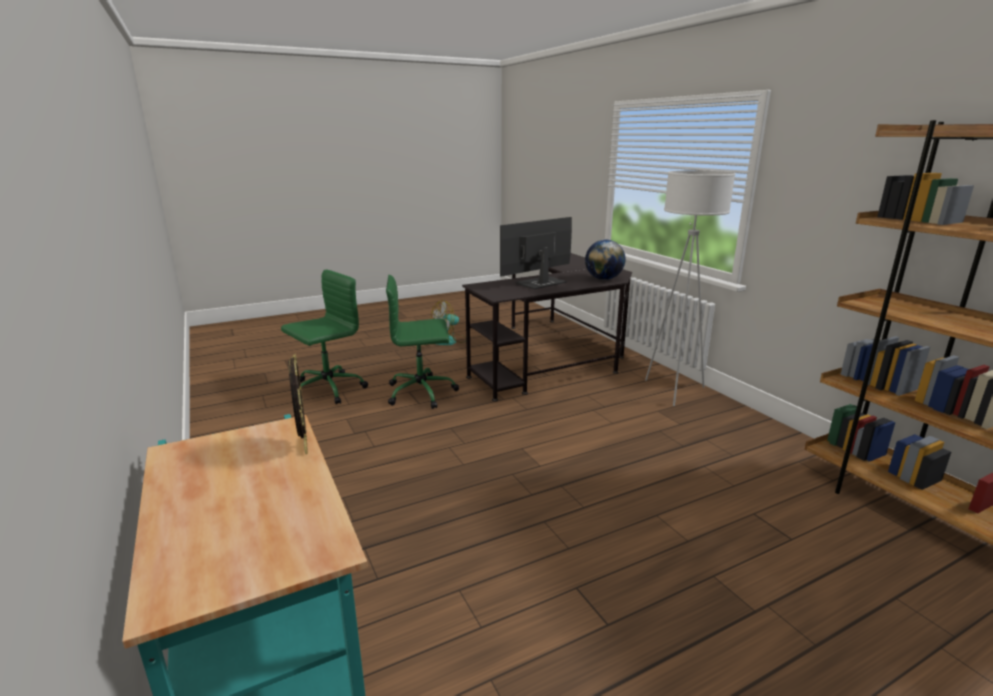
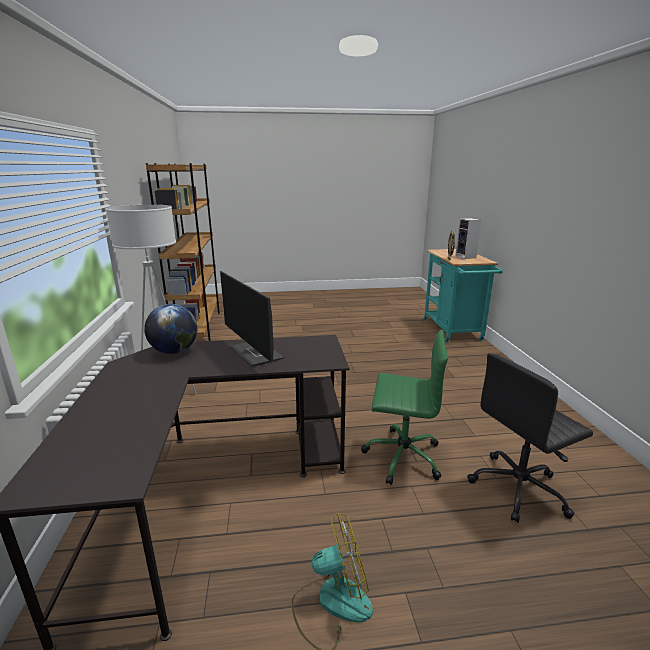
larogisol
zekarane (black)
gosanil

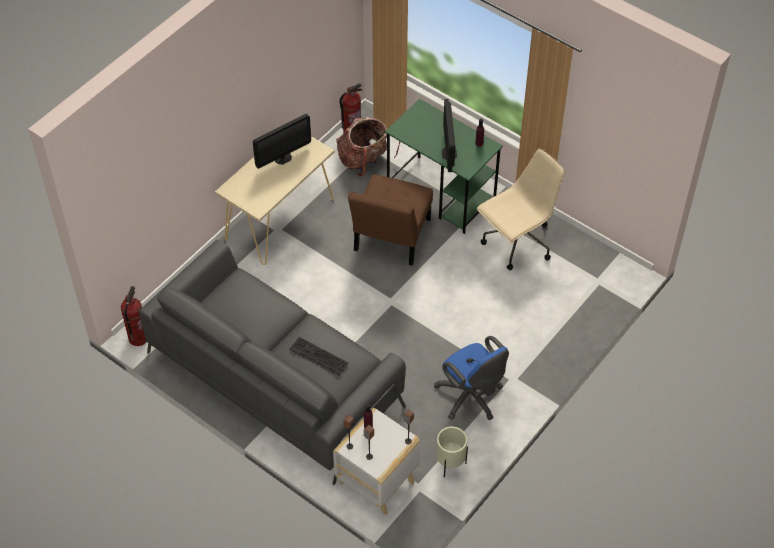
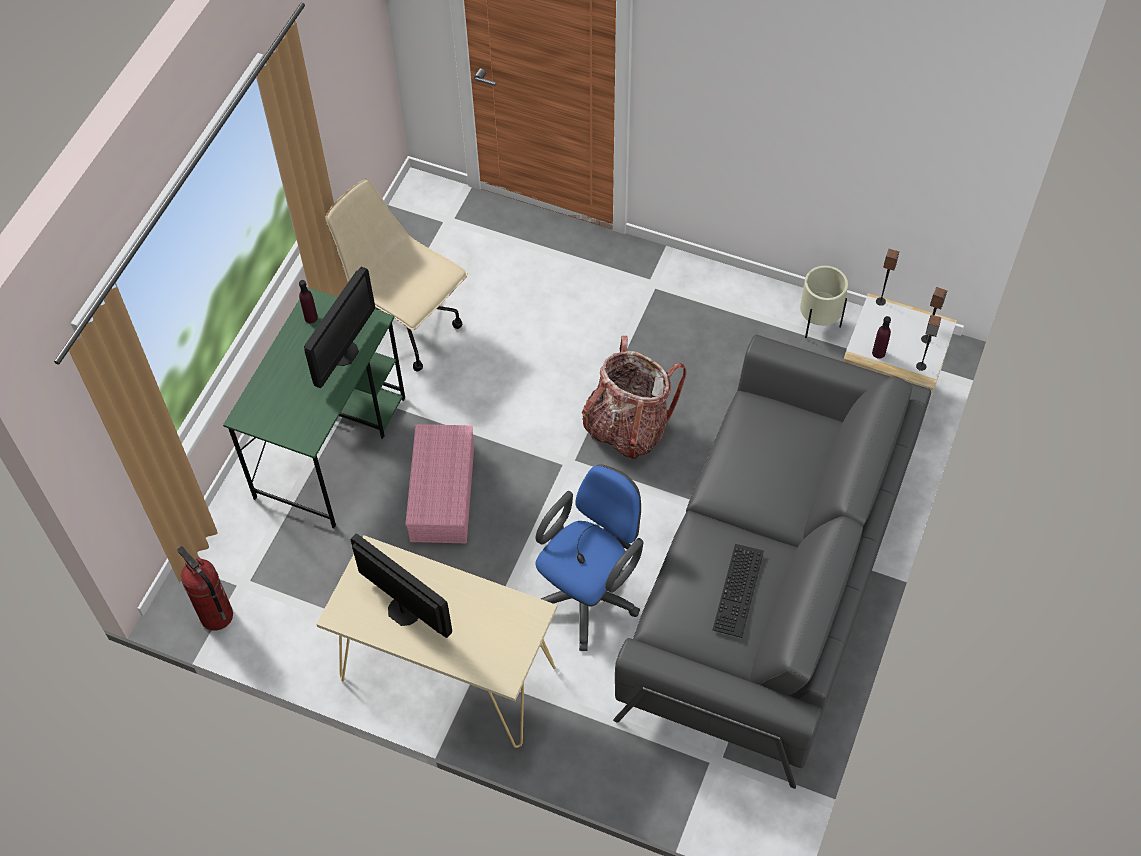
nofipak (no. 1 from left in the first image)
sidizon
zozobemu
zekarane (blue)
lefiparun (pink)
gosanil (no. 1 from left)

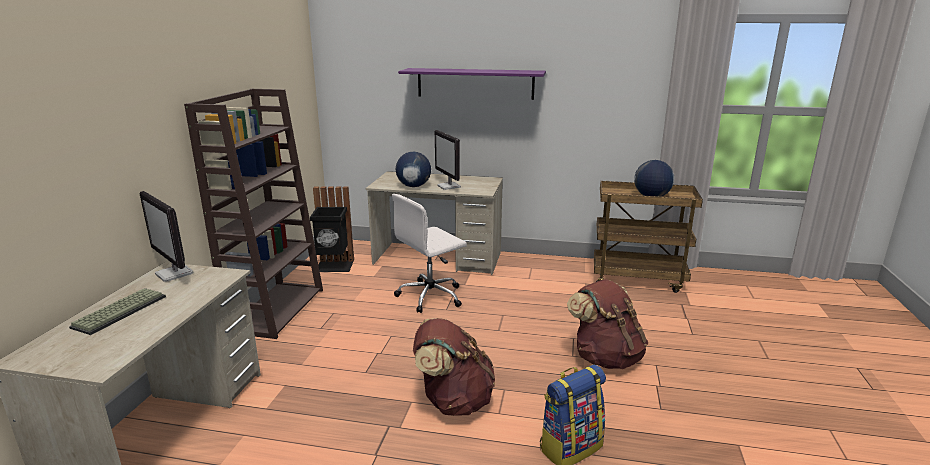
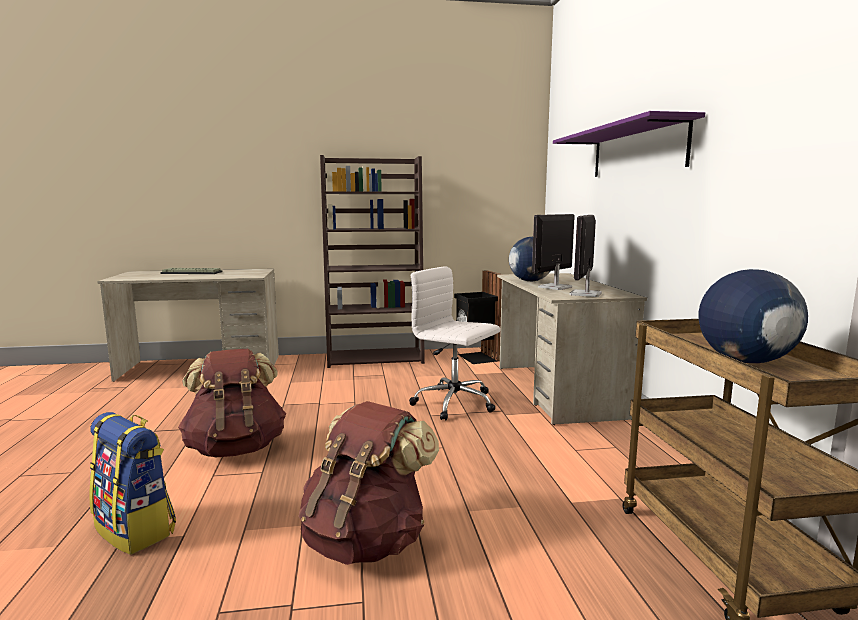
gosanil (no. 2 from left)

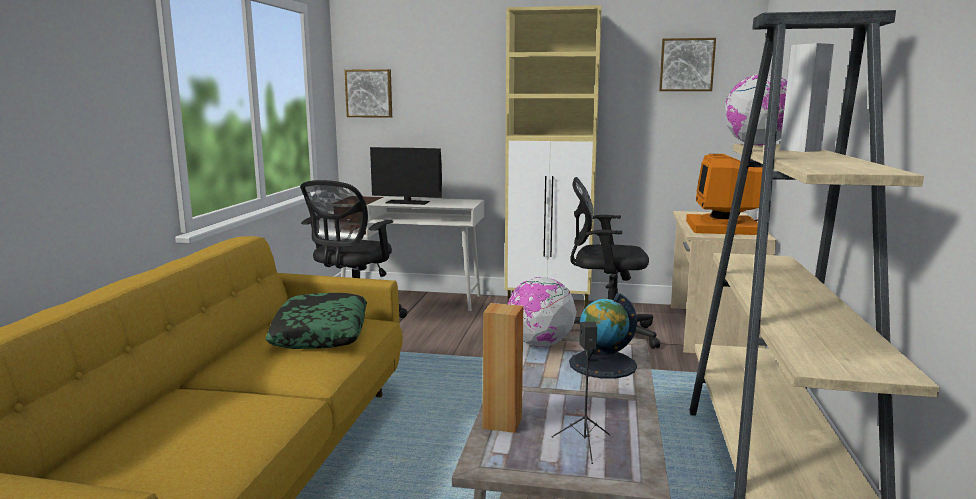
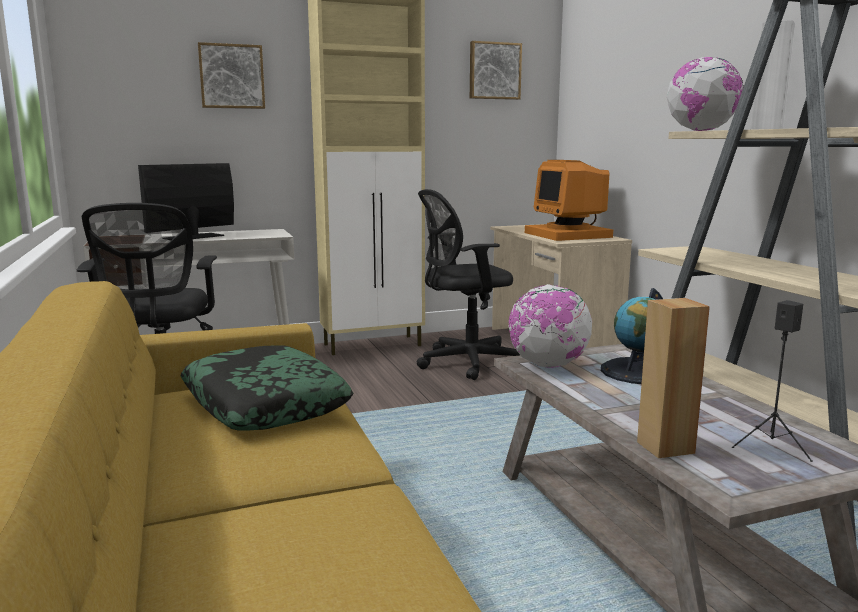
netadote (no. 1 from left)
gosanil (no. 1 from left)

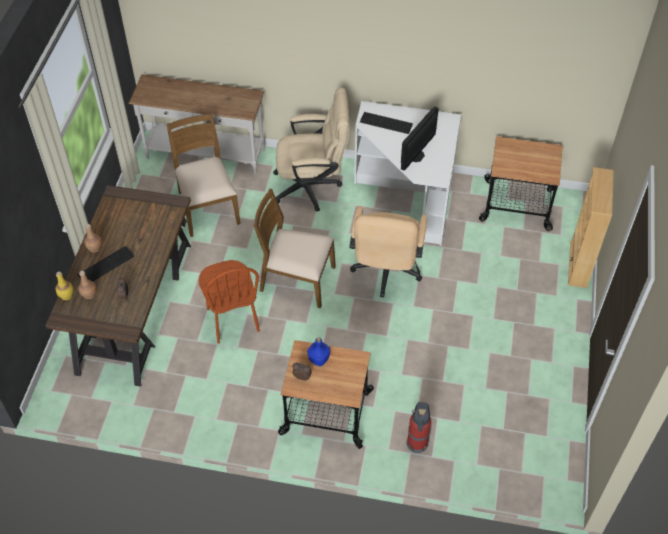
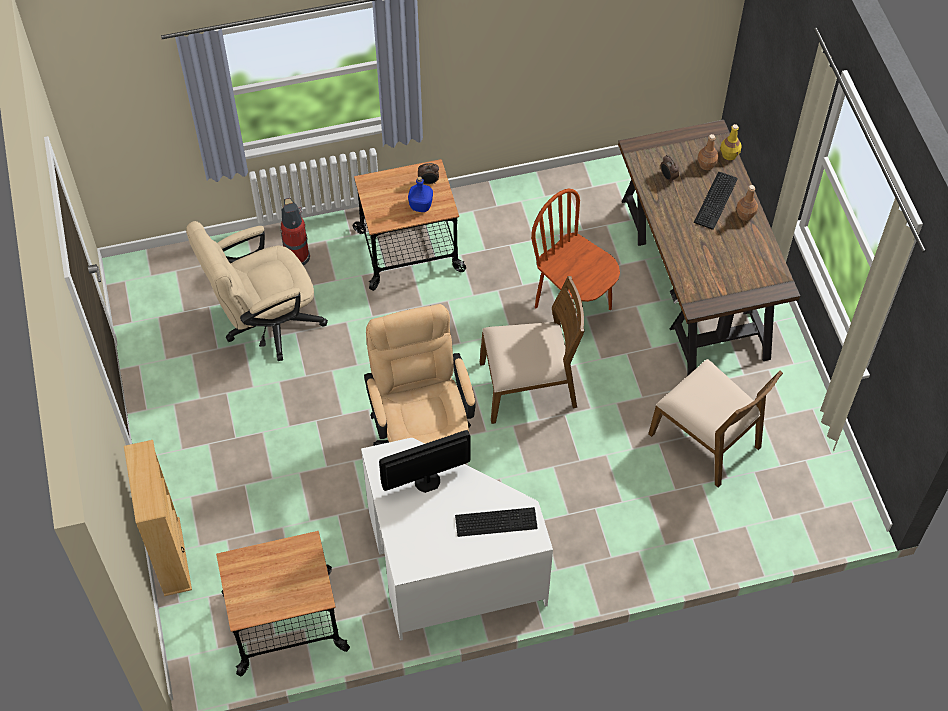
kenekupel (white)
zekarane (beige) (no. 1 from left)
gosanil

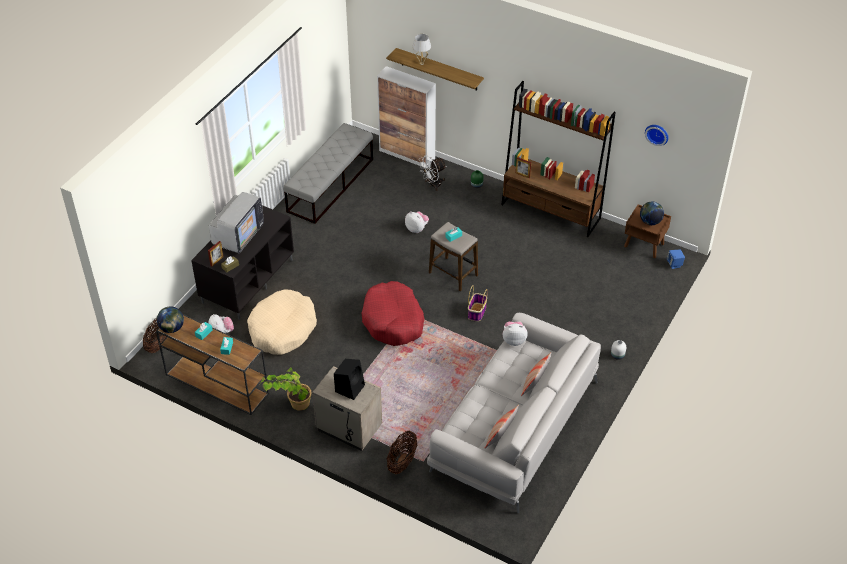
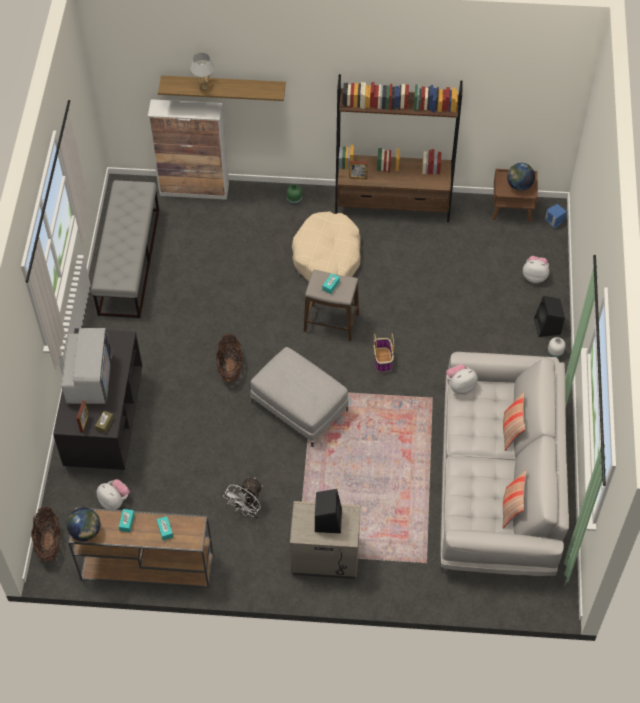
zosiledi
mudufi
larogisol (black) (no. 2 from left)
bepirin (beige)
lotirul (no. 2 from left)
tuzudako (no. 3 from left)
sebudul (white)
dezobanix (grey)

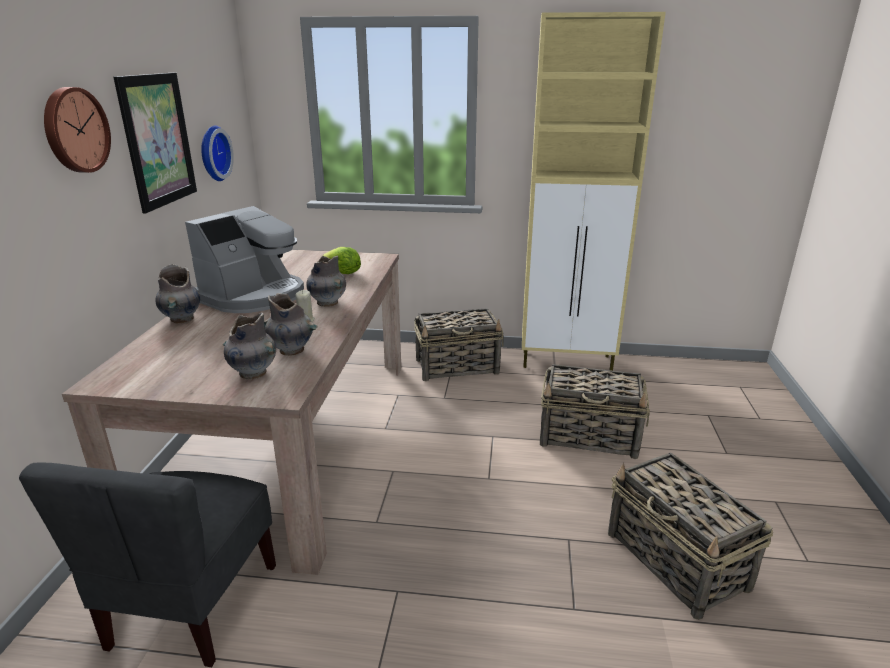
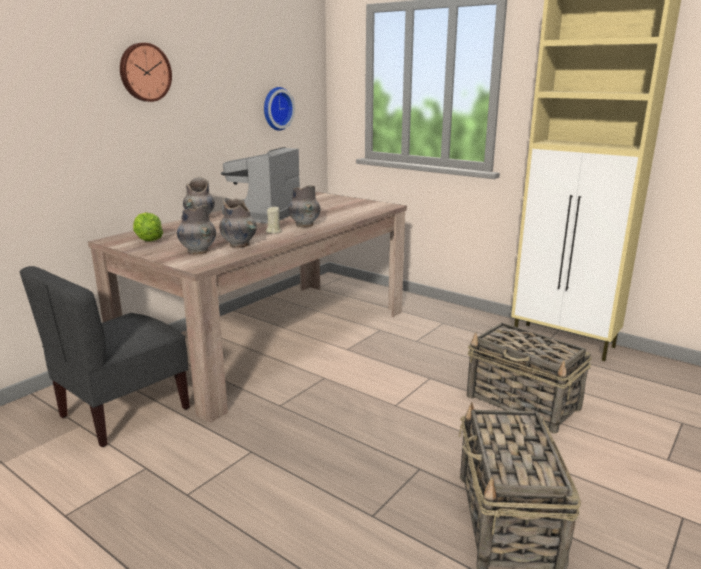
netadote
lotirul (no. 1 from left in the first image)
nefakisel
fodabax

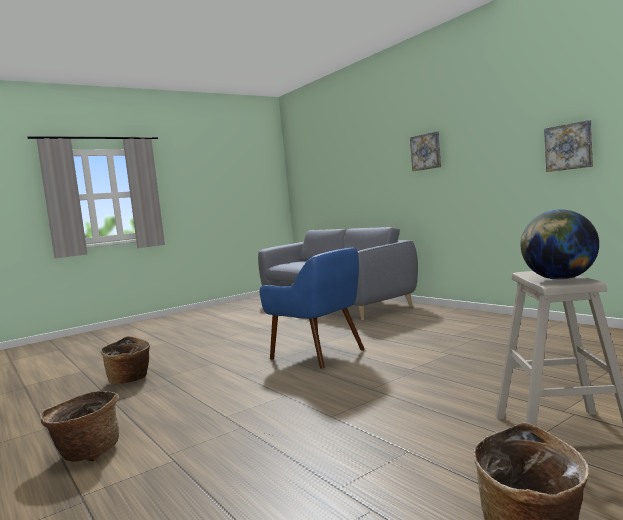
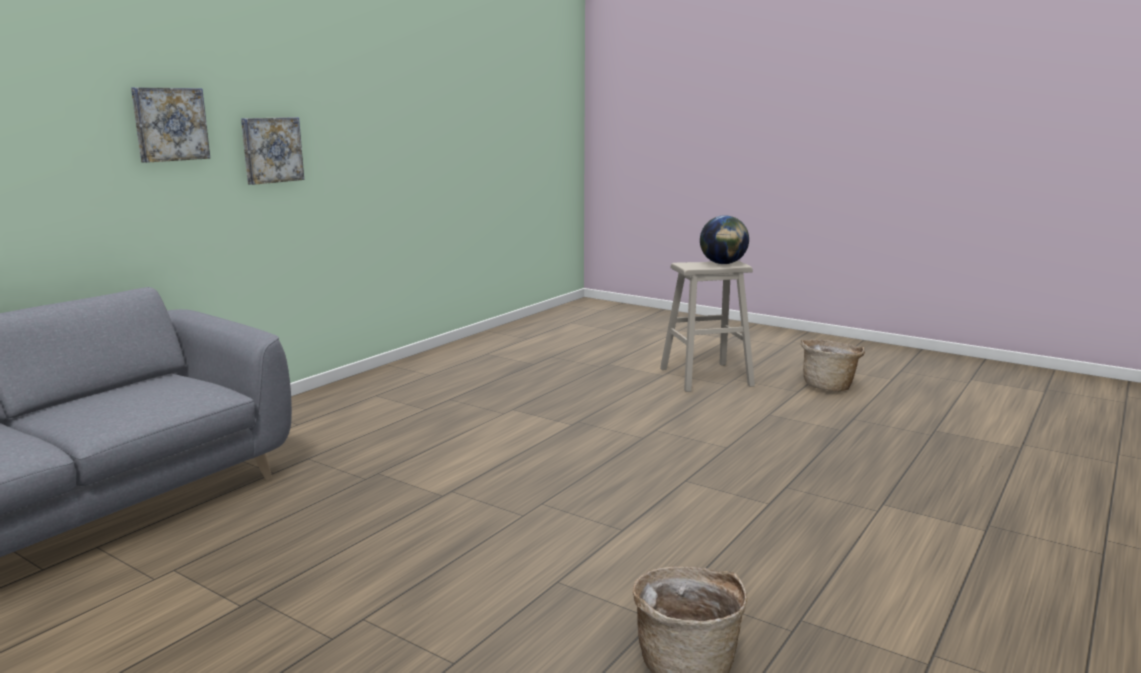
lotirul (no. 1 from left in the first image)
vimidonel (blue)
netadote (no. 2 from left)

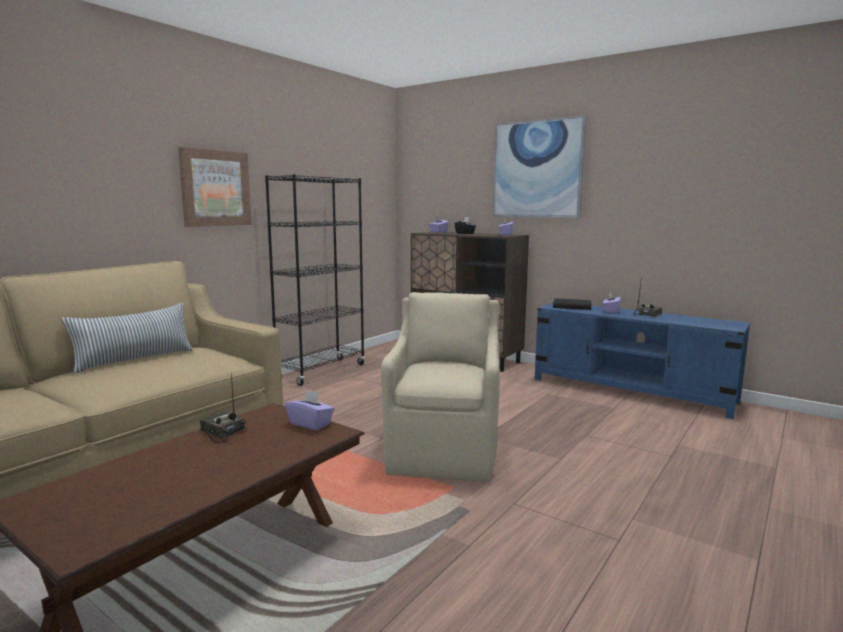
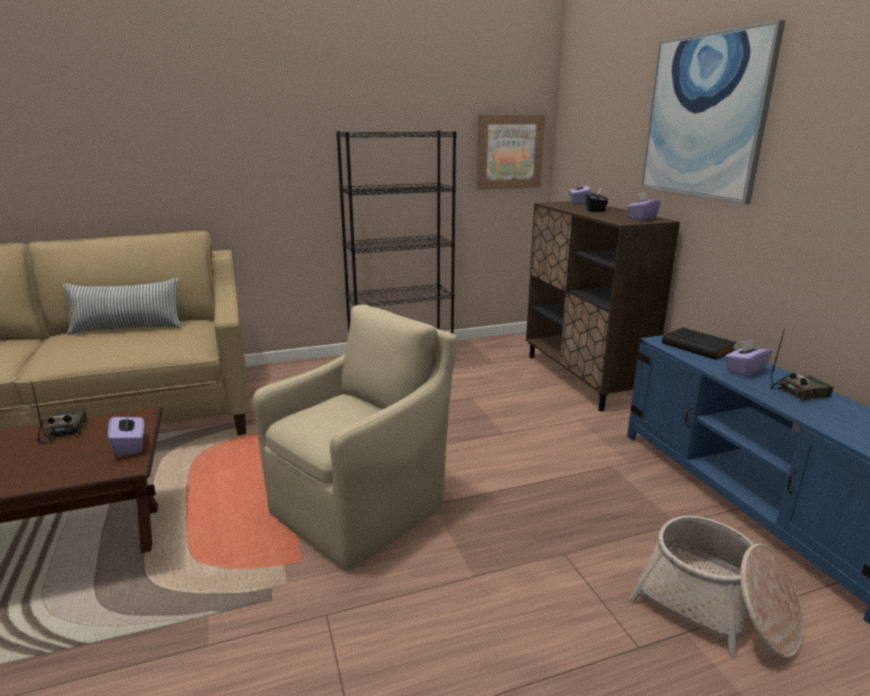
lotirul
netadote (no. 1 from left)

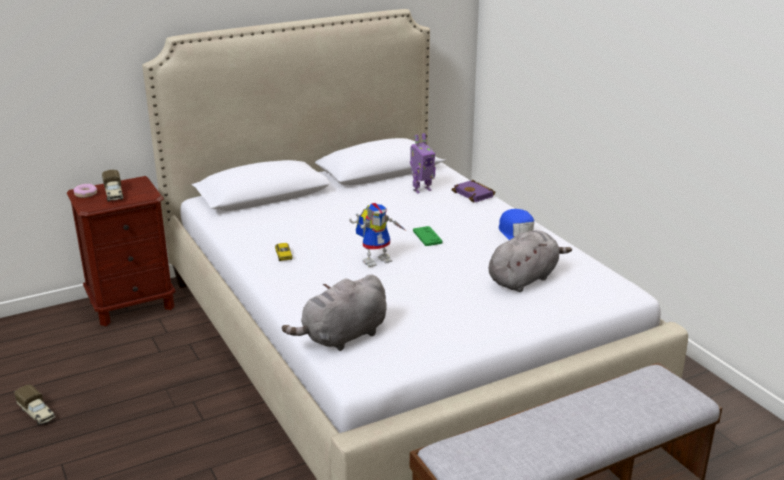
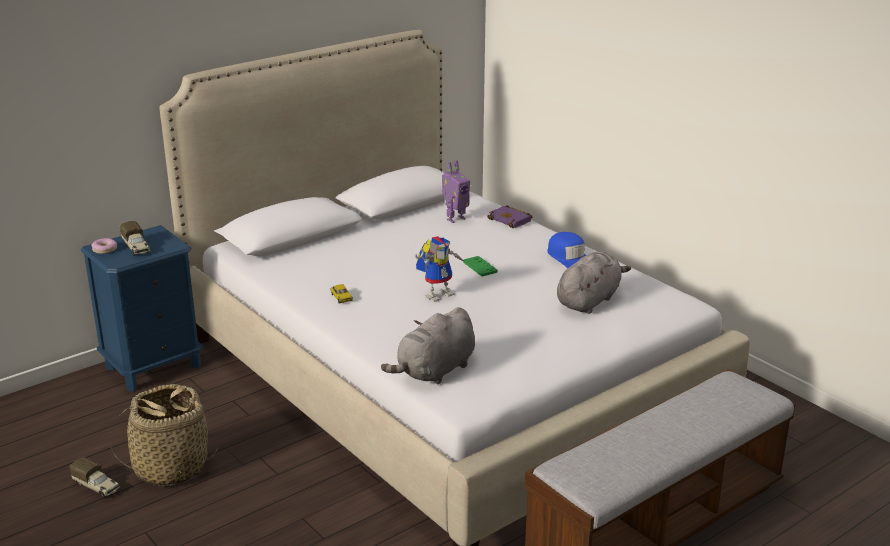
lotirul
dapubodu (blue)

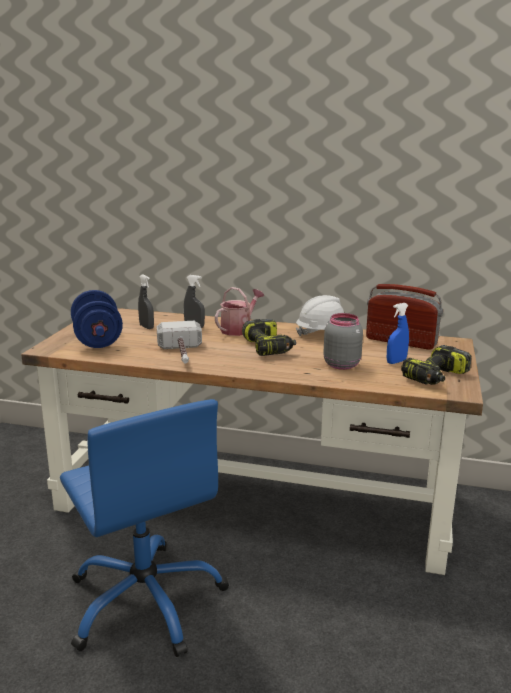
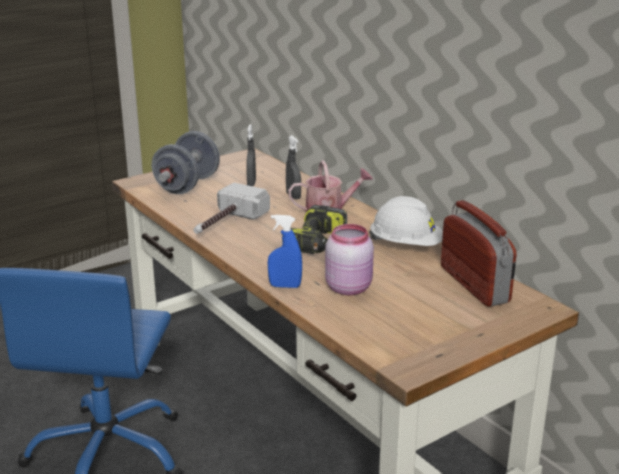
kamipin (no. 2 from left in the first image)
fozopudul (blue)
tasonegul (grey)
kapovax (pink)

